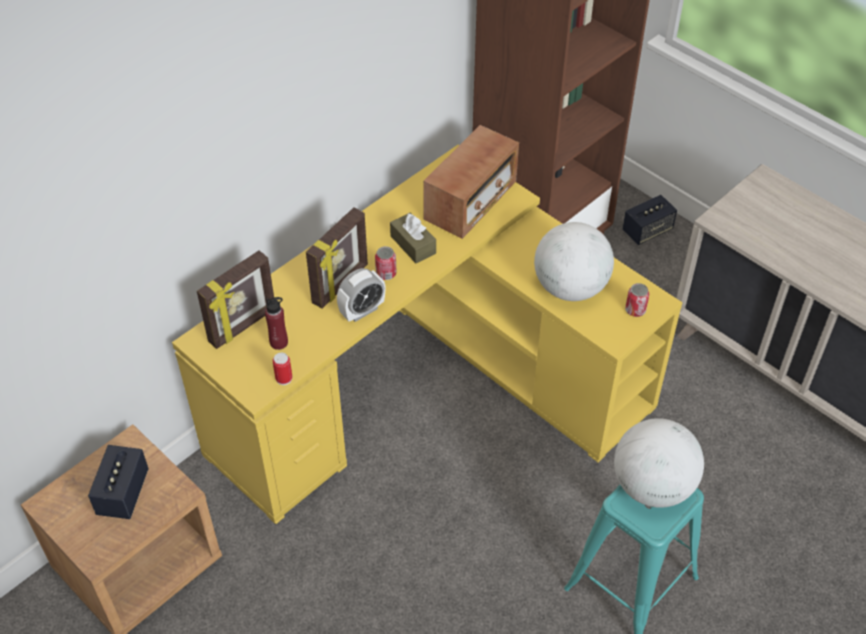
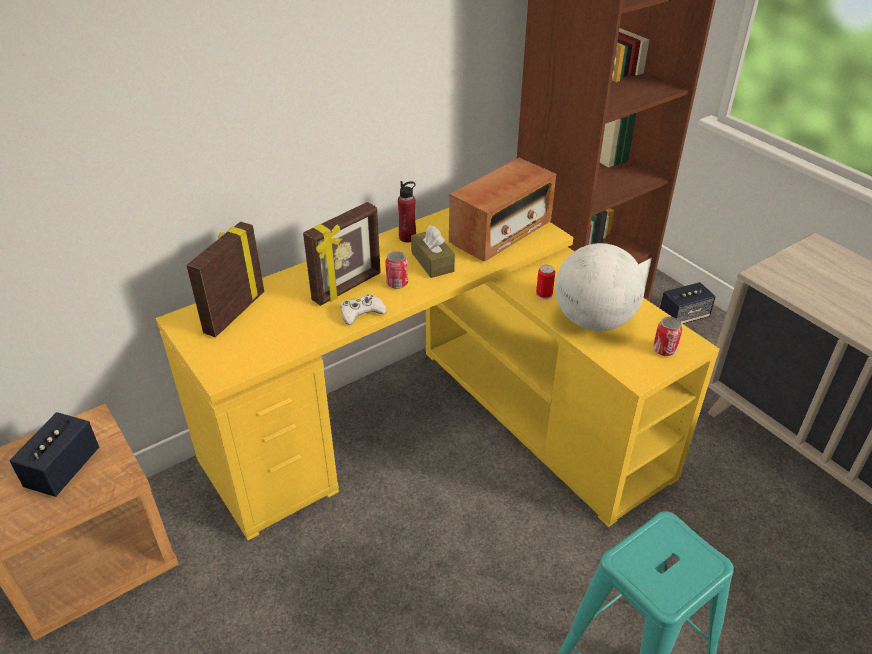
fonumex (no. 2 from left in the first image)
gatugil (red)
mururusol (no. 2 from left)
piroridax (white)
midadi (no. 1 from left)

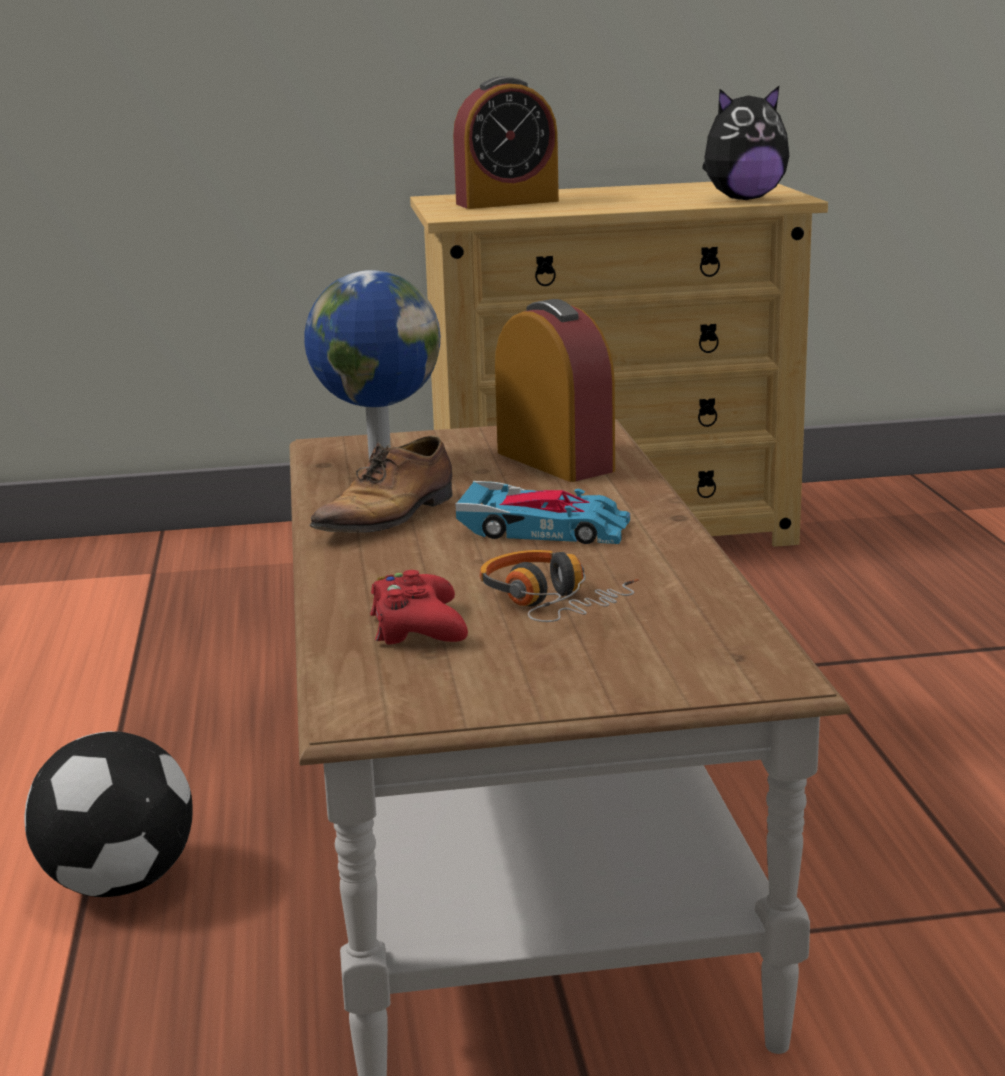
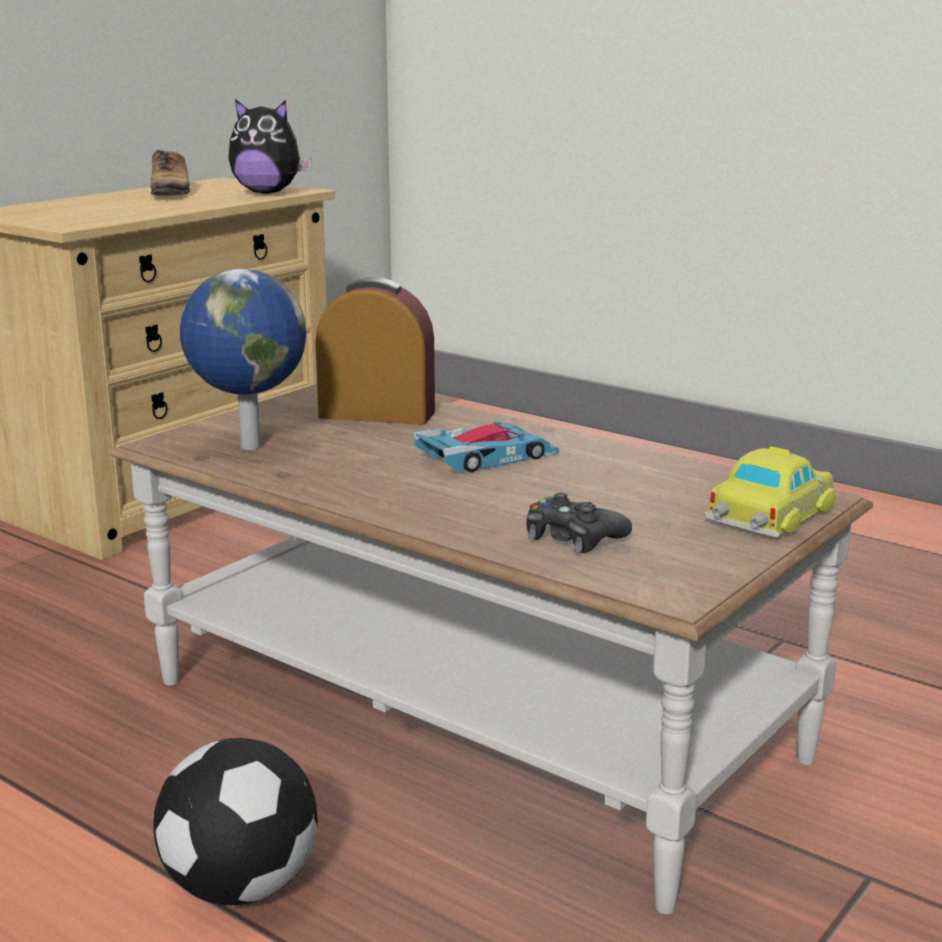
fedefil (no. 1 from left in the first image)
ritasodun
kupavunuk (no. 2 from left)
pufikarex
piroridax (black)
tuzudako

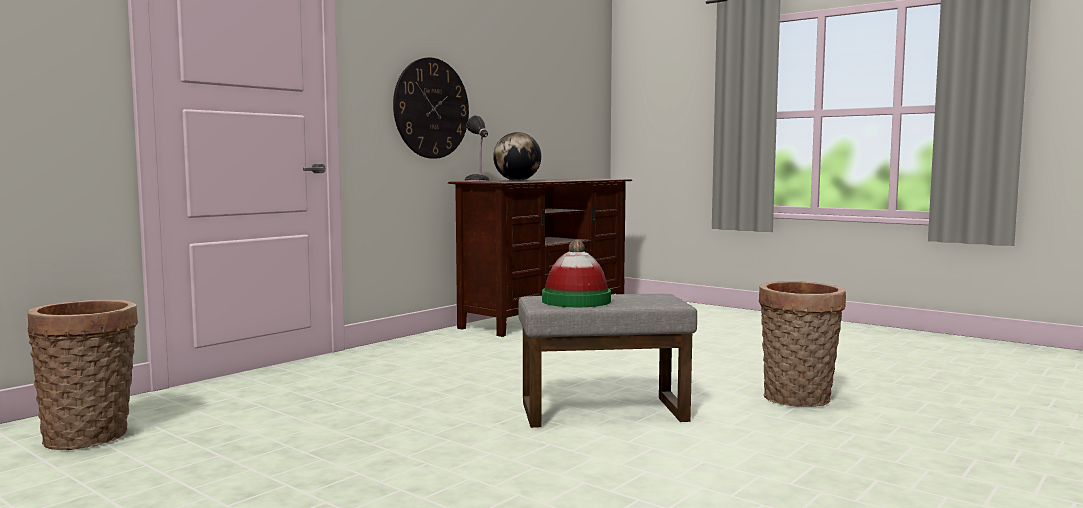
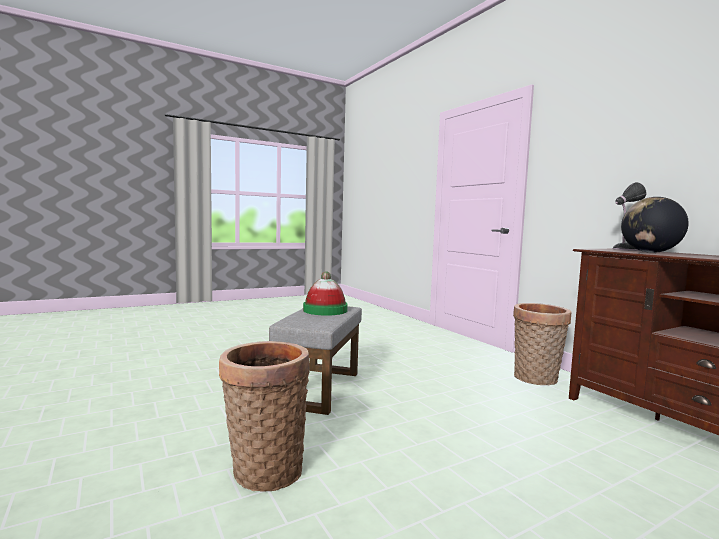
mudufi
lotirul (no. 2 from left)

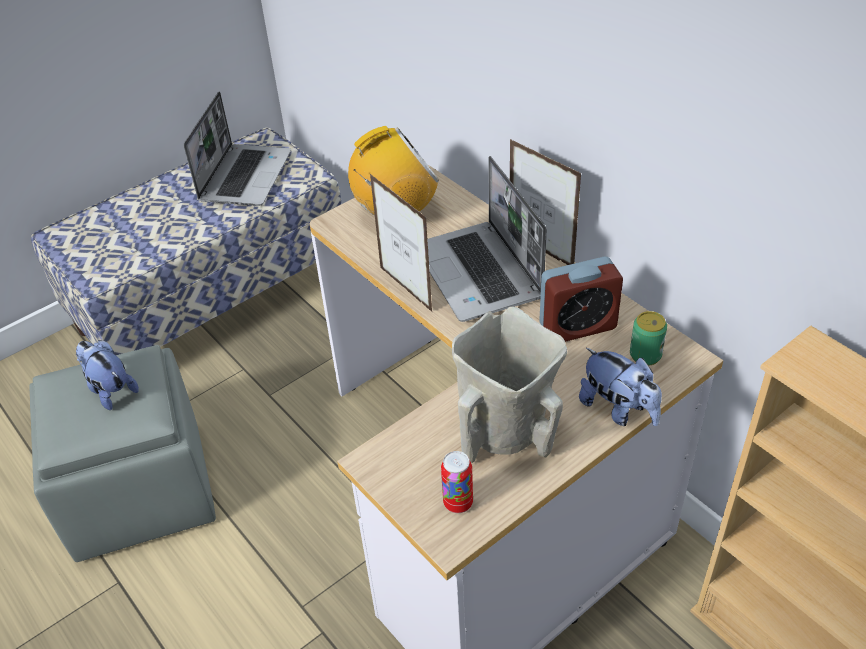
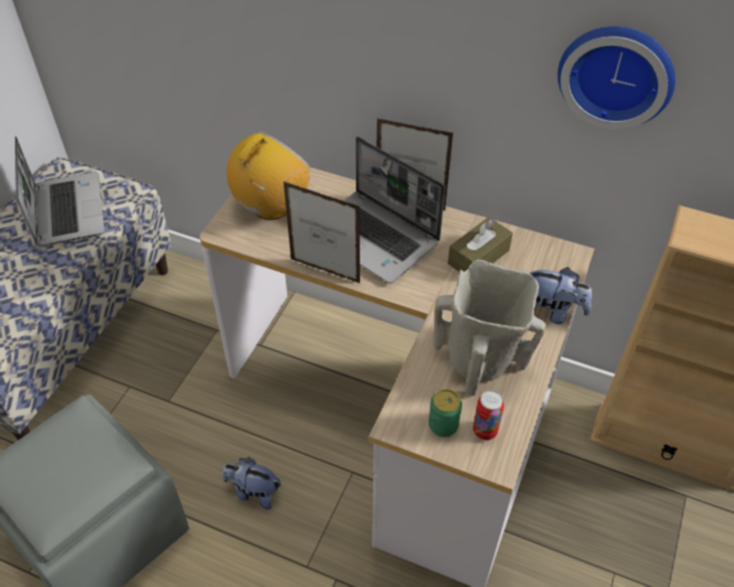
mudufi
tuzudako (no. 1 from left)
mururusol (no. 1 from left)
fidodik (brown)

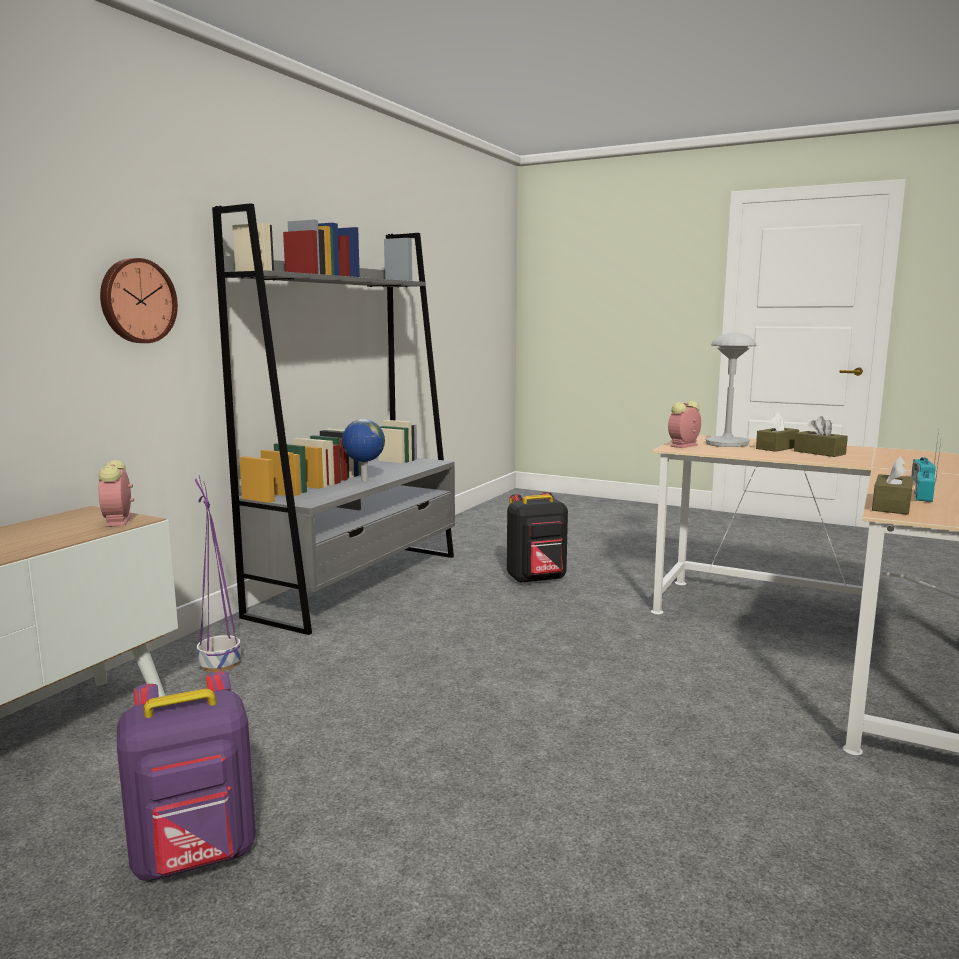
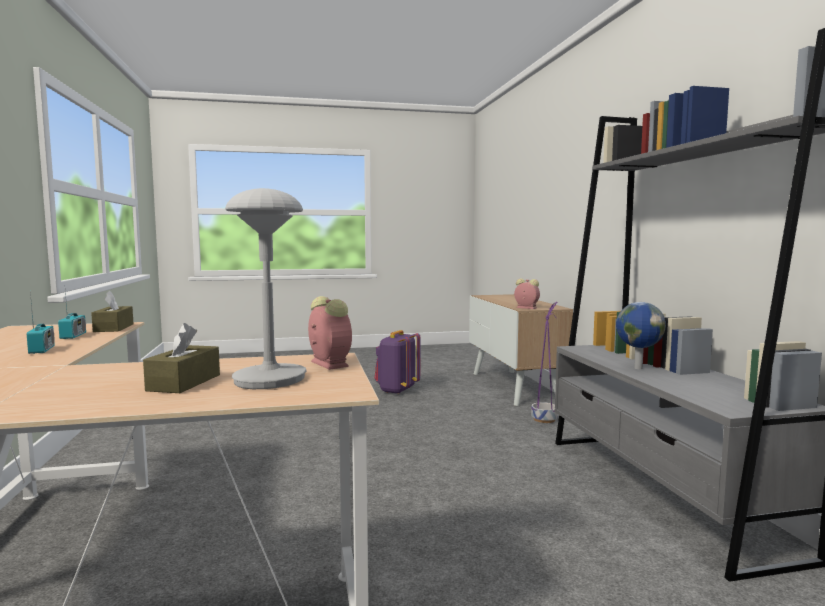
mudufi
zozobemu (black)
fidodik (brown) (no. 2 from left in the first image)
fedefil (no. 1 from left)

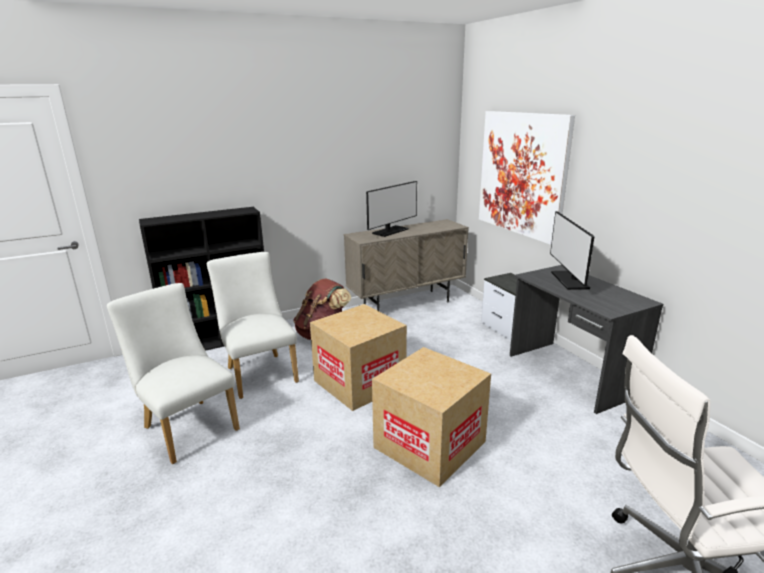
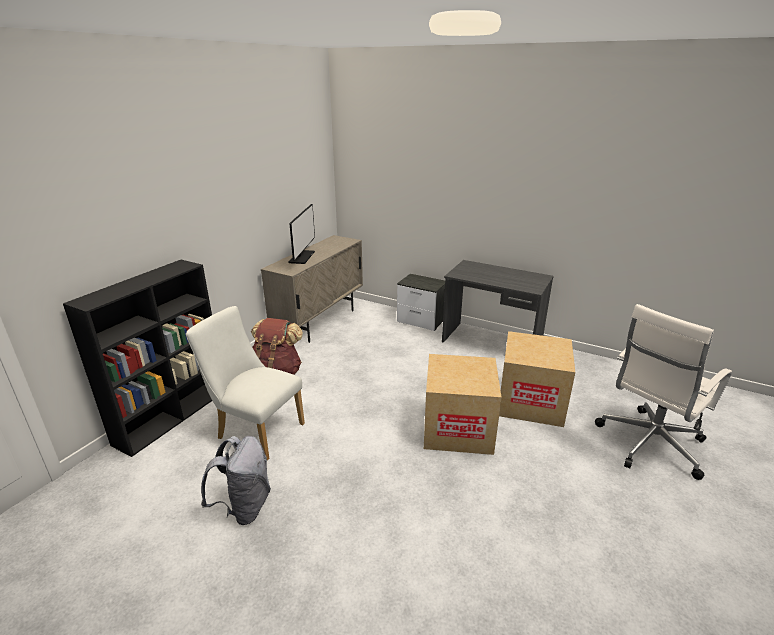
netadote
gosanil (no. 2 from left in the first image)
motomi (no. 2 from left)
zozobemu (grey)

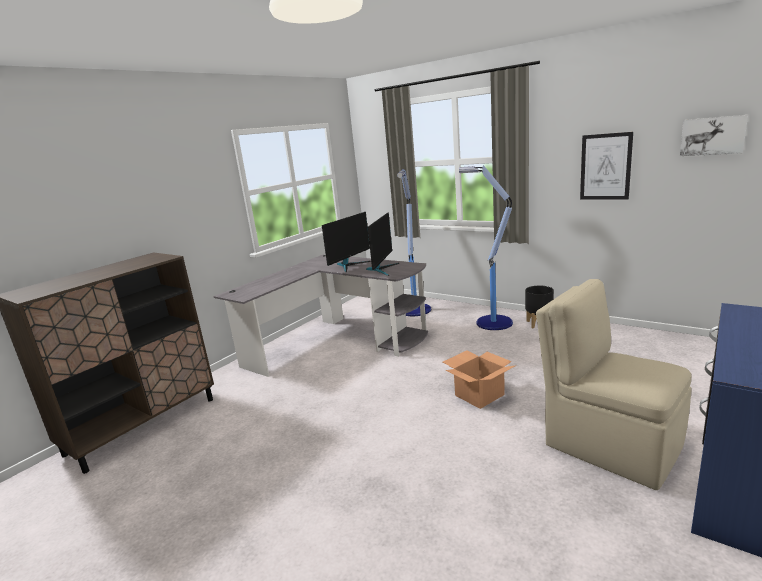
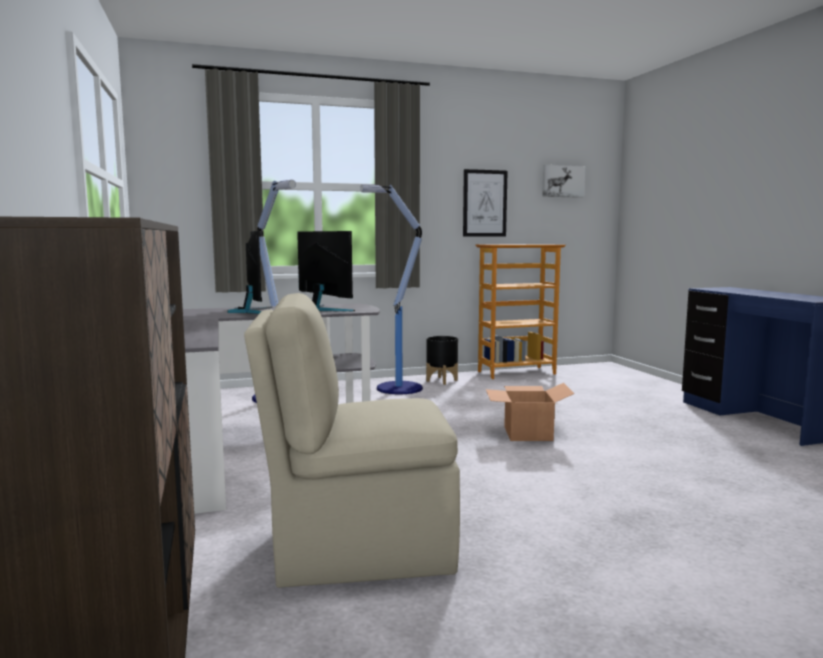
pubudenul
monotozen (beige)

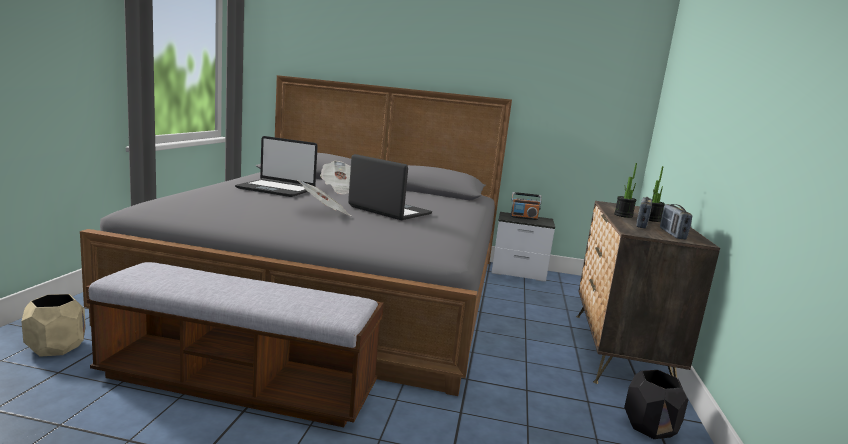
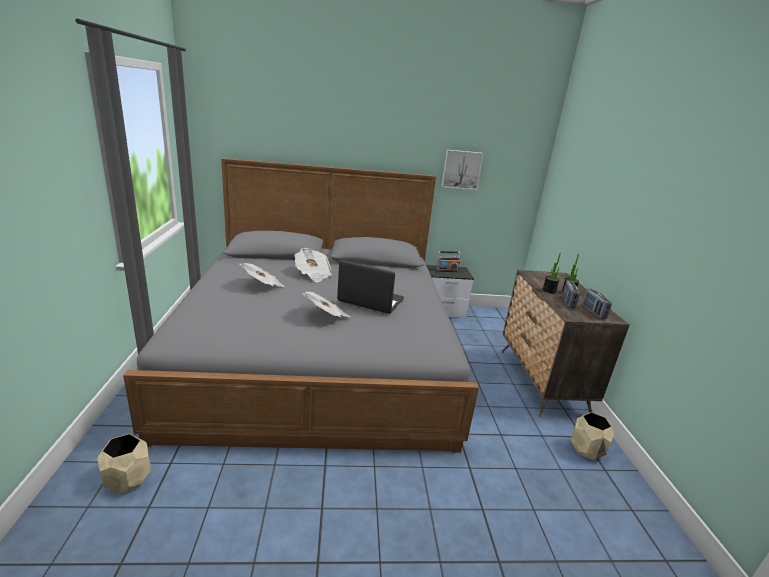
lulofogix
netadote
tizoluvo (no. 1 from left)
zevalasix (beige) (no. 2 from left)

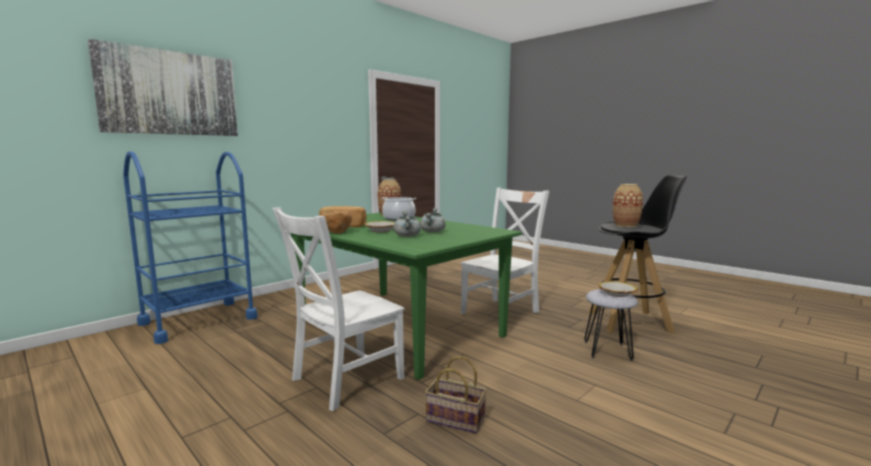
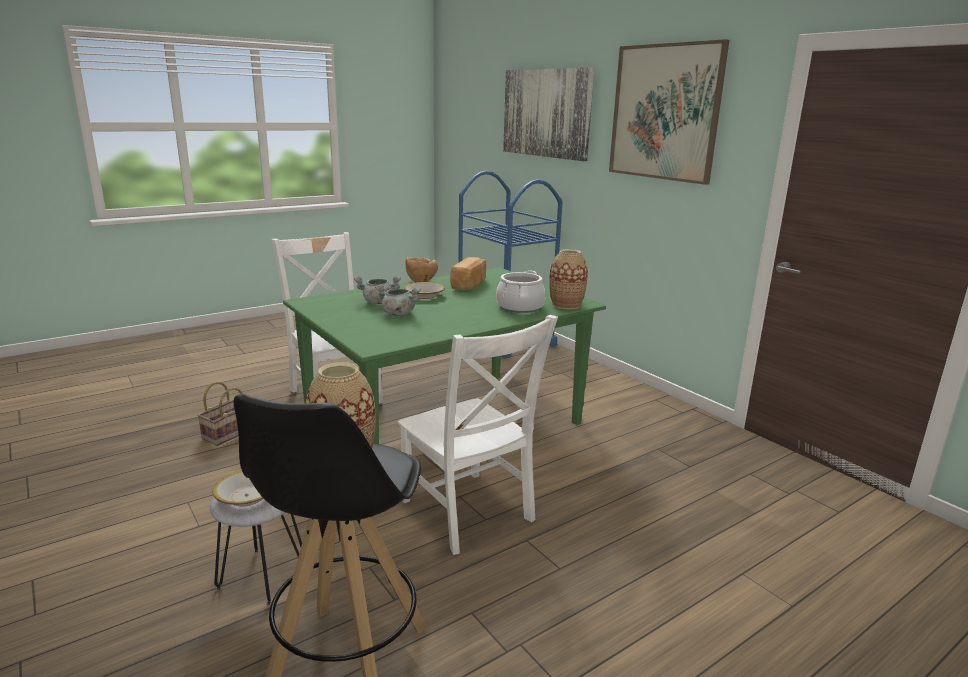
netadote (no. 2 from left)

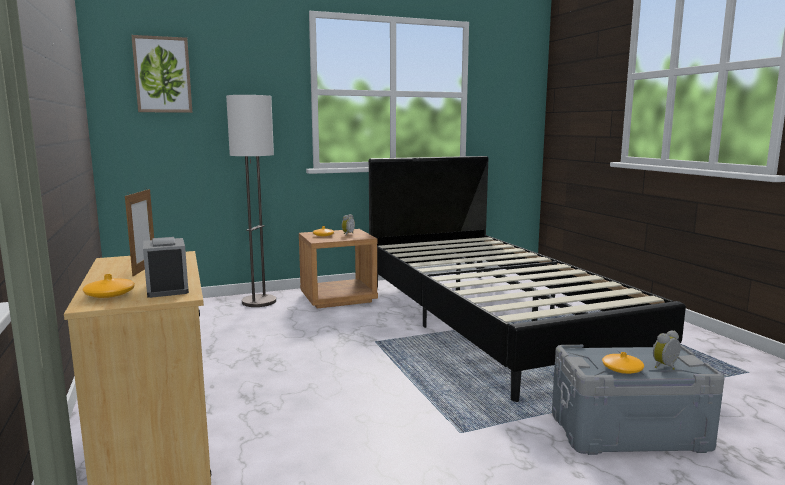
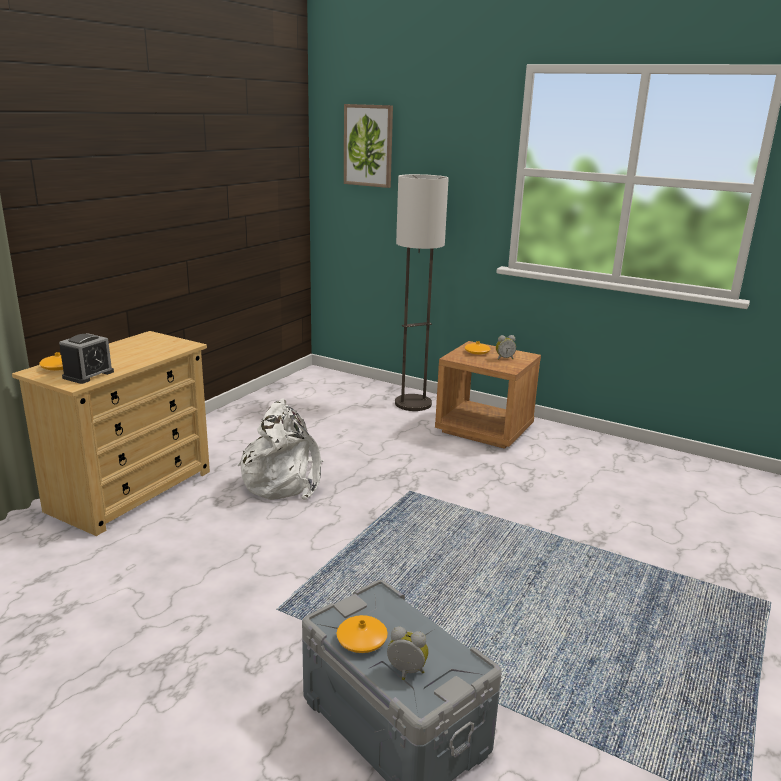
midadi
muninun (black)
zozobemu (white)

